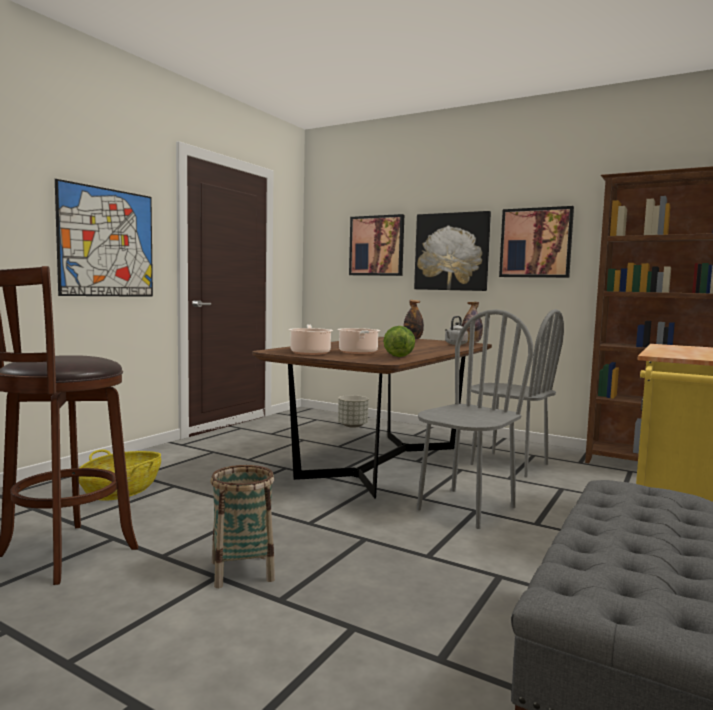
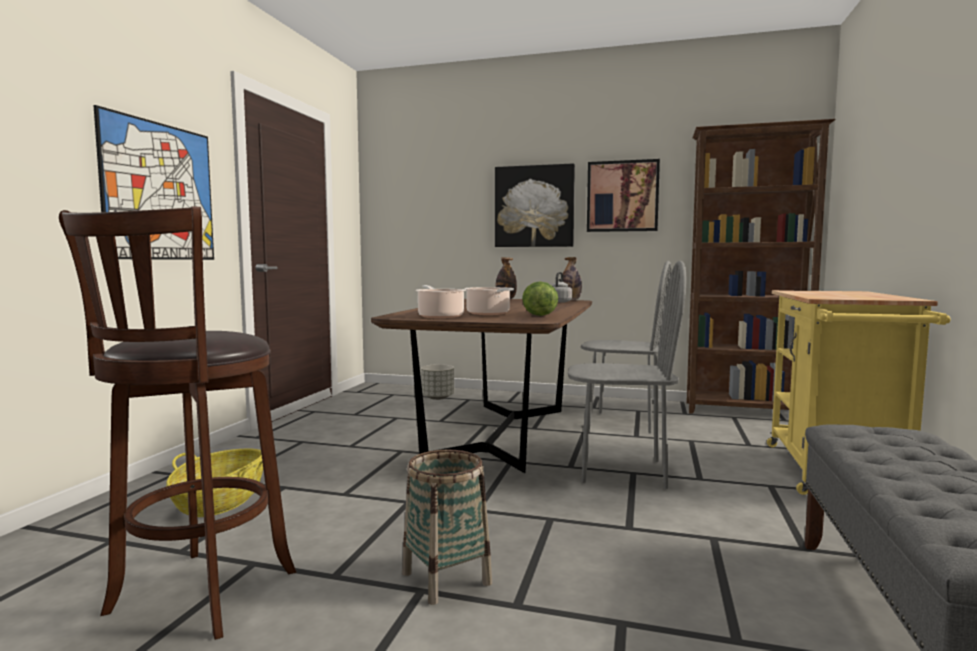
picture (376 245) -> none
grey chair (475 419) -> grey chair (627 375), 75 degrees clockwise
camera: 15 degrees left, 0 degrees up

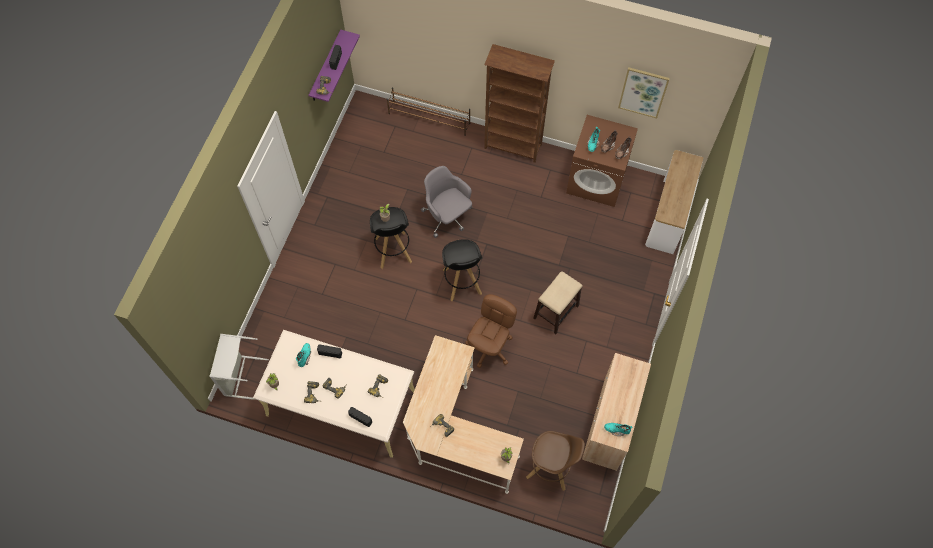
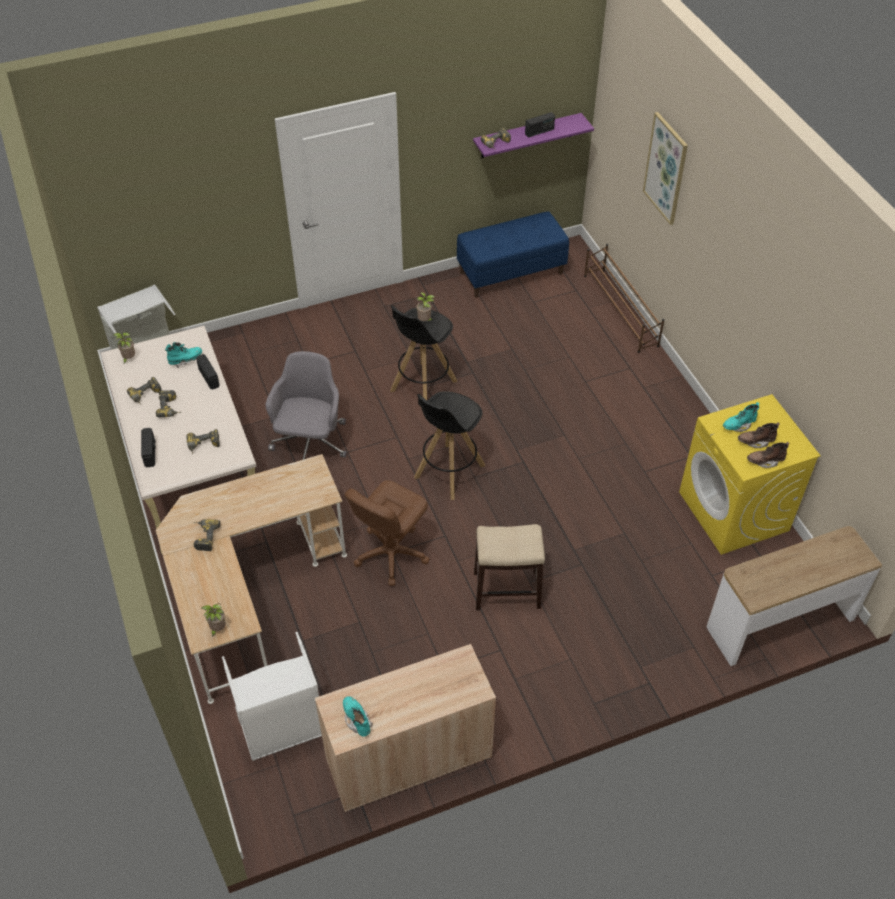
grey office chair (447 202) -> grey office chair (306 405), moved
brown office chair (491 331) -> brown office chair (387 533), 135 degrees clockwise
brown bookcase (519 103) -> none
brown stool (555 461) -> white laundry basket (272 696)
brown washing machine (602 161) -> yellow washing machine (750 474)
picture (644 92) -> picture (665 168), moved
none -> blue bench (513 254)
camera: 50 degrees right, 15 degrees down

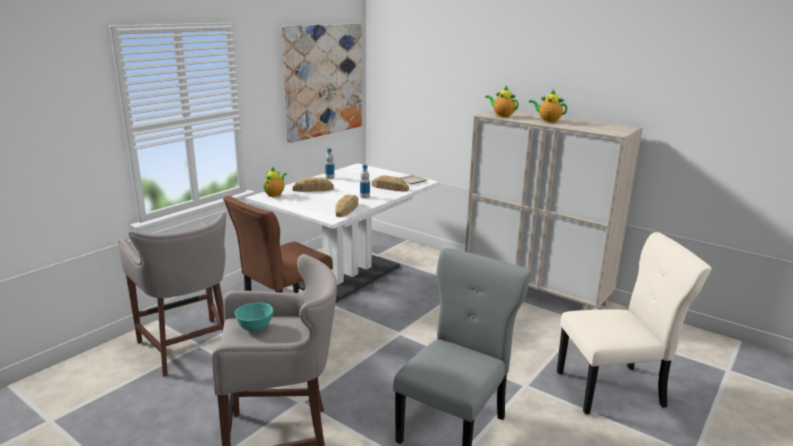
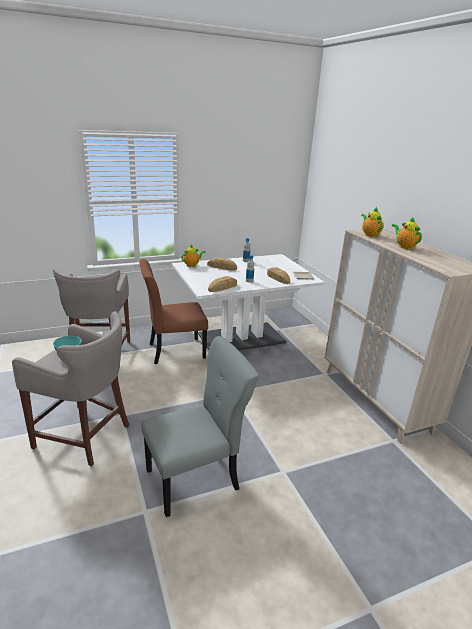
picture (322 83) -> none
beige chair (634 323) -> none
camera: 30 degrees right, 5 degrees up

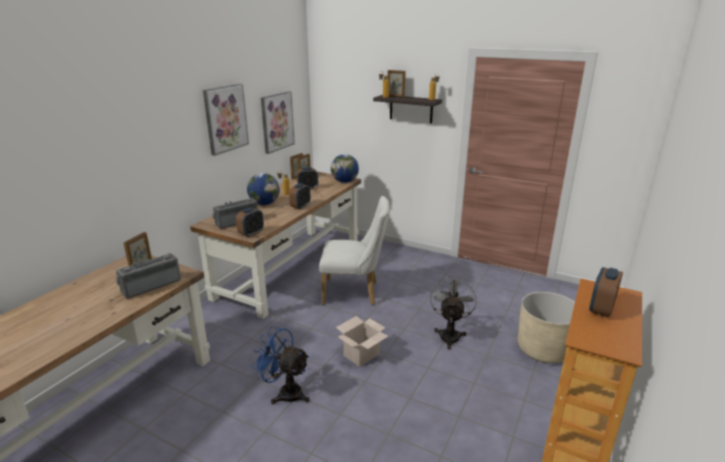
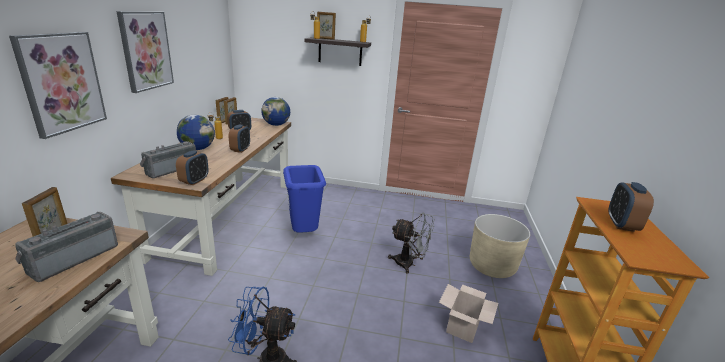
picture (278 123) -> picture (58 85), moved
white chair (354 250) -> blue trash can (304 199)
cardboard box (362 341) -> cardboard box (468 313), moved
grey fan (453 313) -> grey fan (411 243), 120 degrees clockwise
camera: 20 degrees left, 0 degrees up

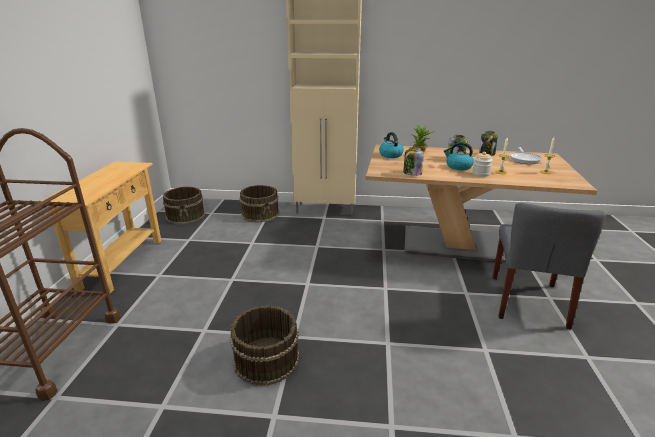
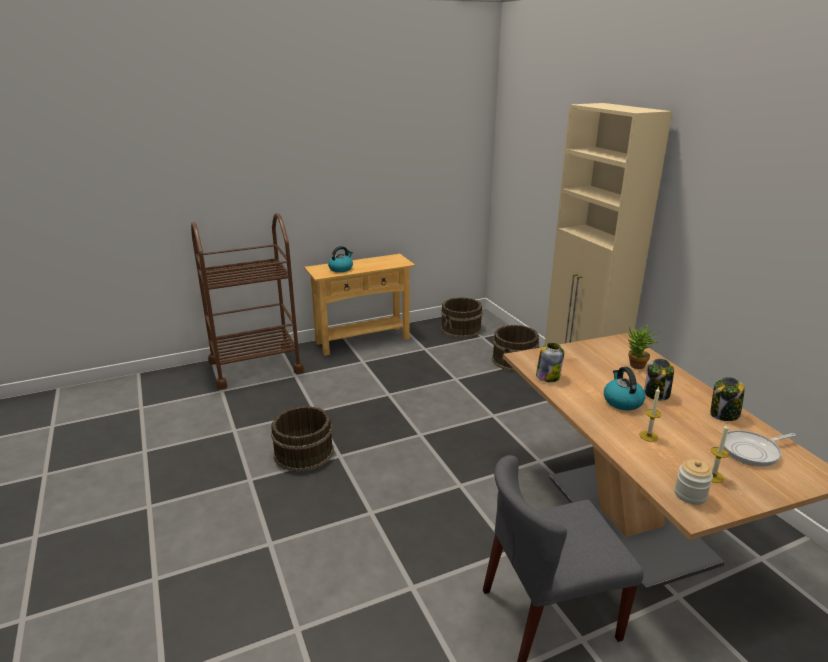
kettle (391 145) -> kettle (340 259), moved
jar (482 164) -> jar (694 482), moved
camera: 60 degrees right, 0 degrees up

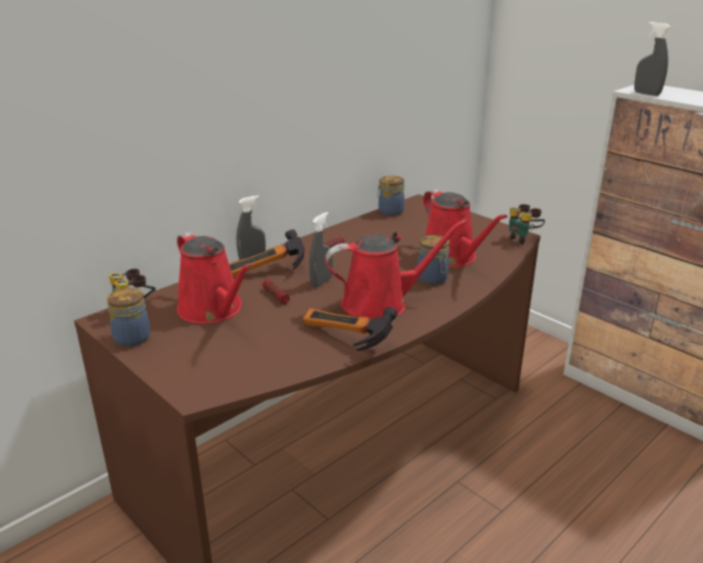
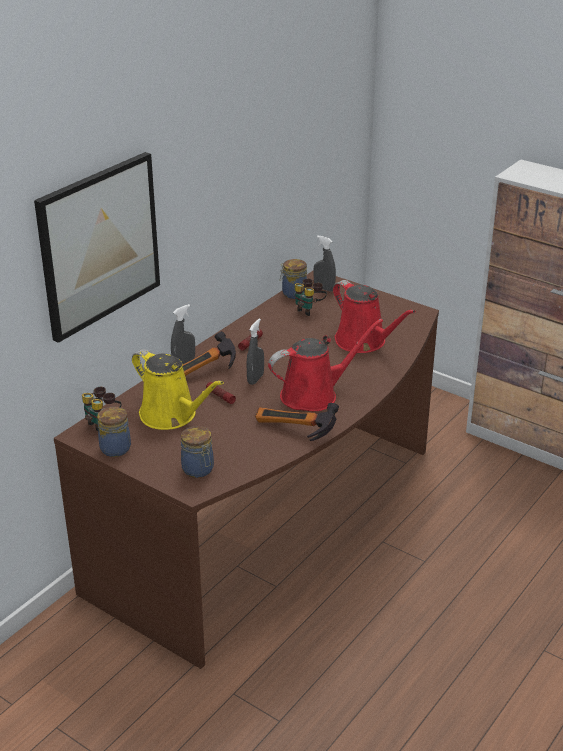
red watering can (215 278) -> yellow watering can (178 389)
jar (433 260) -> jar (197 452), moved
binoculars (527 224) -> binoculars (311 297), moved
grey spray bottle (652 59) -> grey spray bottle (324 263), moved
none -> picture (97 247)
camera: 10 degrees left, 5 degrees up

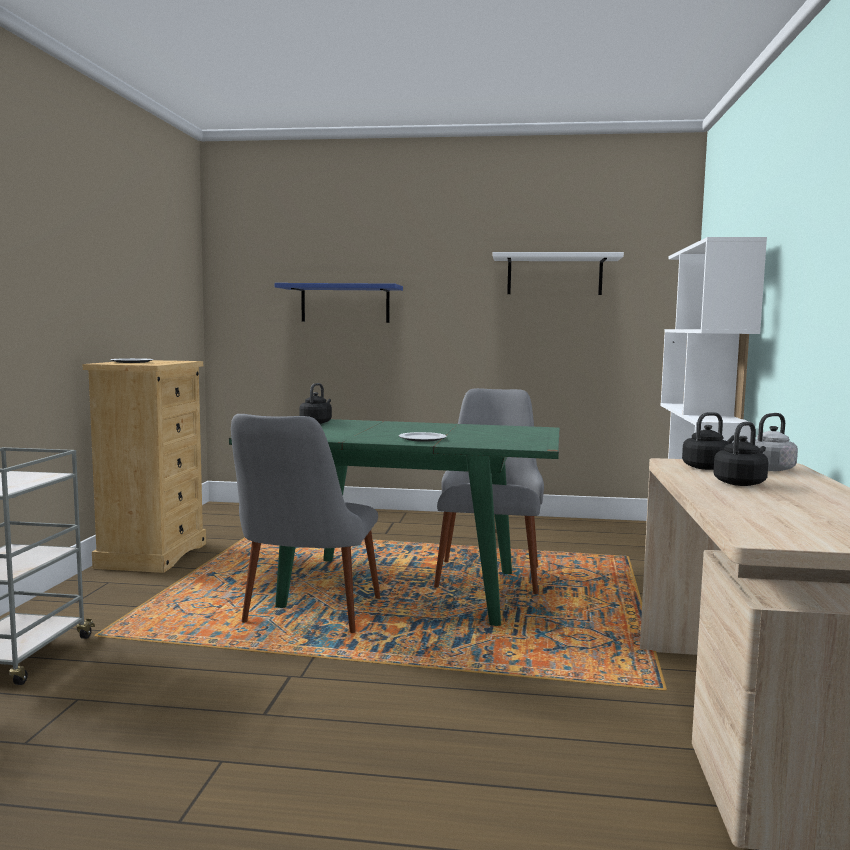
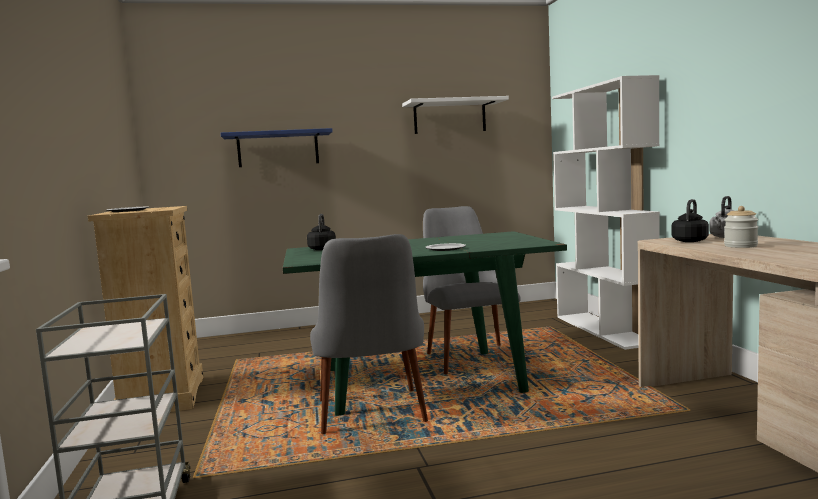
black kettle (740 454) -> jar (741 227)
camera: 20 degrees left, 0 degrees up

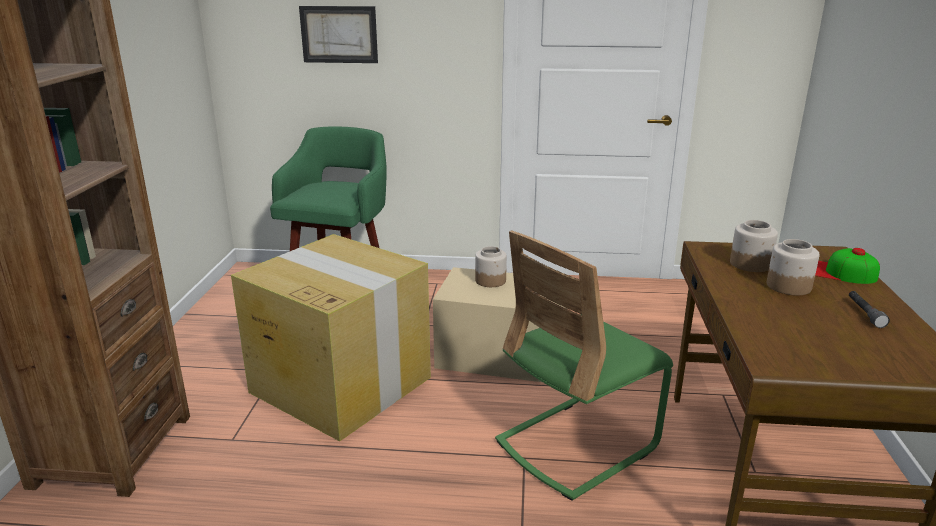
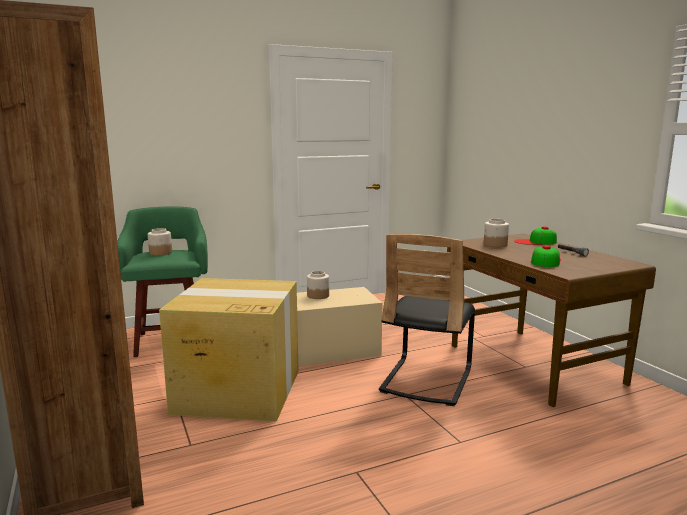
picture (338 34) -> none
green chair (584 366) -> black chair (427 320)
jar (793 267) -> jar (160 241), moved
none -> cap (546 256)
camera: 30 degrees left, 10 degrees down

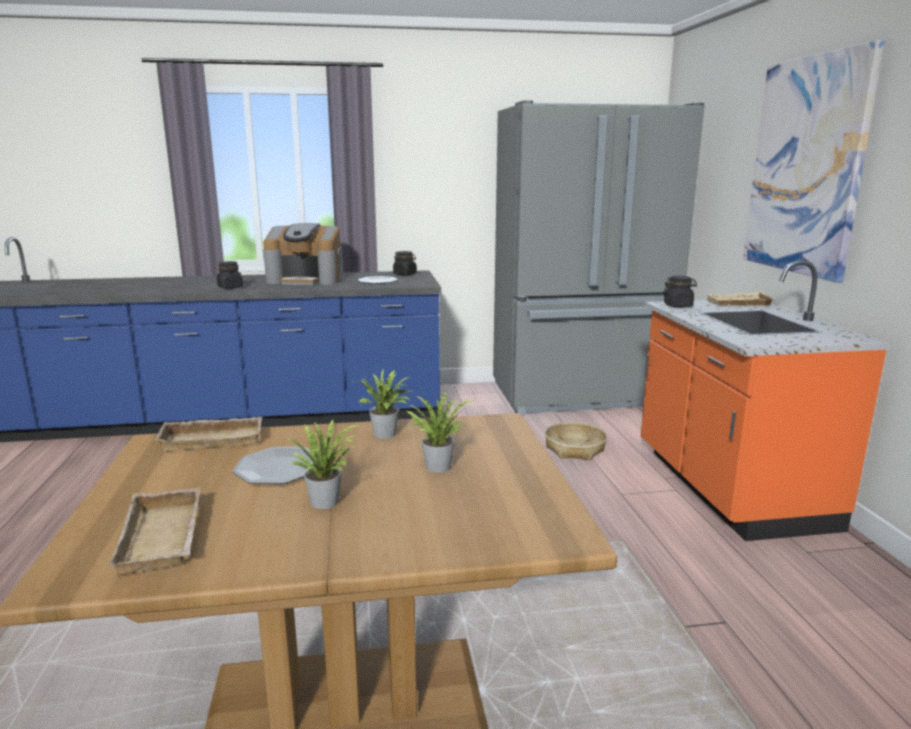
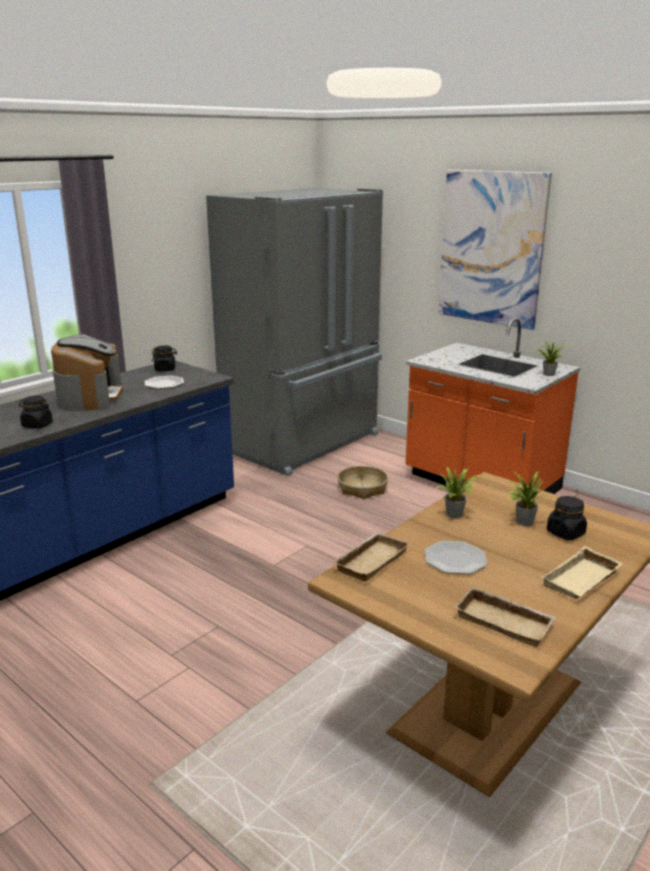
coffee machine (303 254) -> coffee machine (87 372), 60 degrees counterclockwise
potted plant (321 464) -> potted plant (551 358), moved
black jar (680 291) -> black jar (567 518), moved
beige tray (741 299) -> beige tray (582 572), moved
camera: 40 degrees left, 5 degrees up

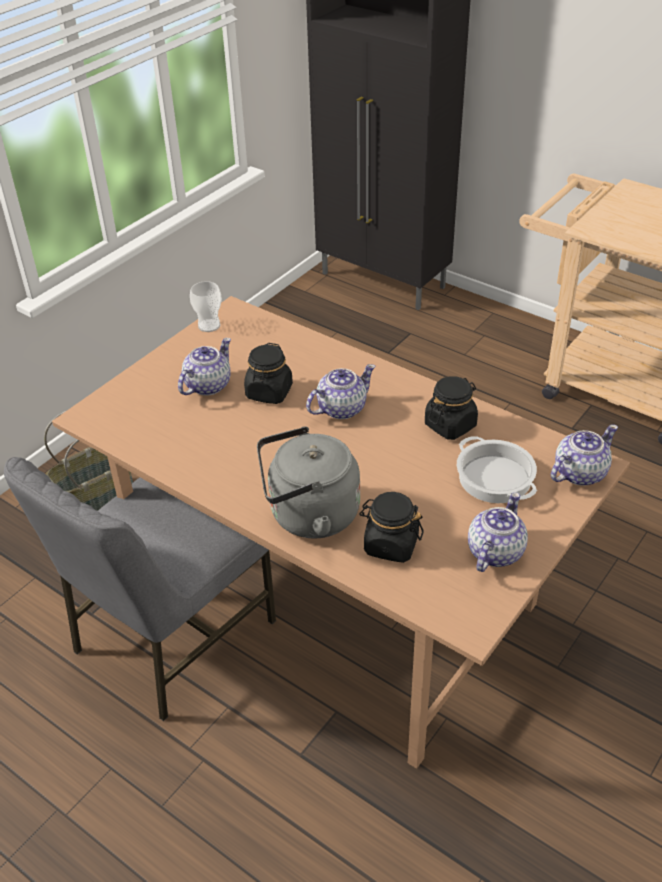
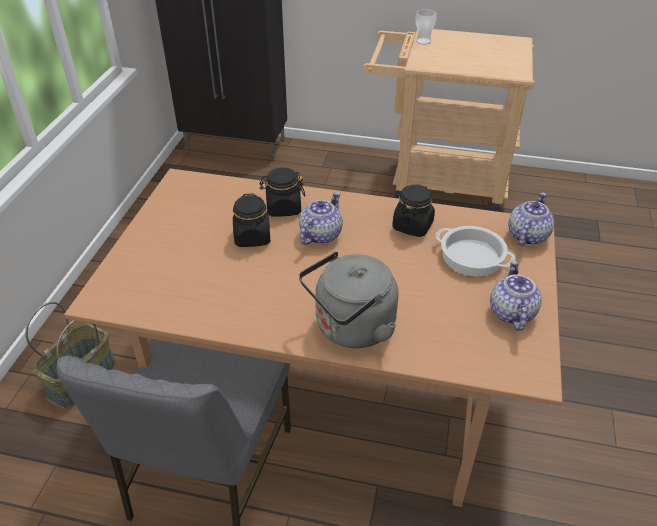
teapot (204 367) -> none
cup (206 306) -> cup (425 27), moved
black jar (391 527) -> black jar (282 192), moved
camera: 25 degrees left, 0 degrees up

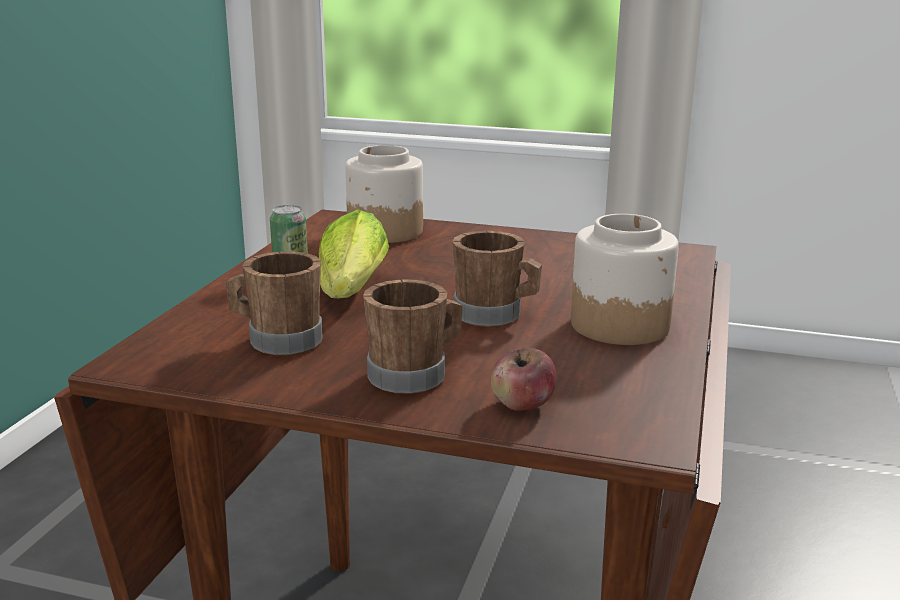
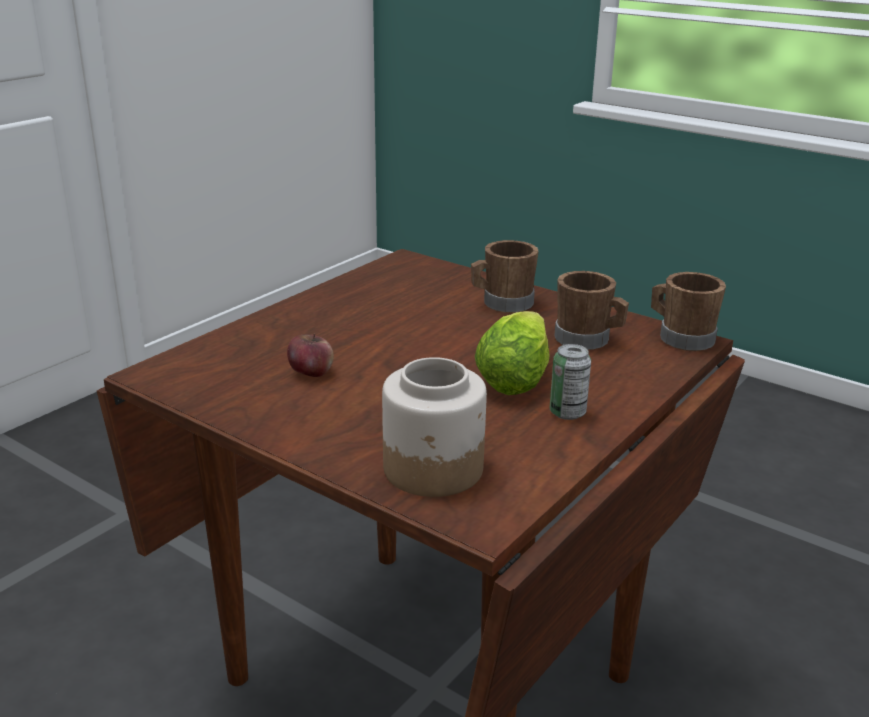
brown mug (497 279) -> brown mug (688 311), moved
apple (523 379) -> apple (310 355), moved
jar (625 279) -> none
camera: 160 degrees left, 5 degrees up

